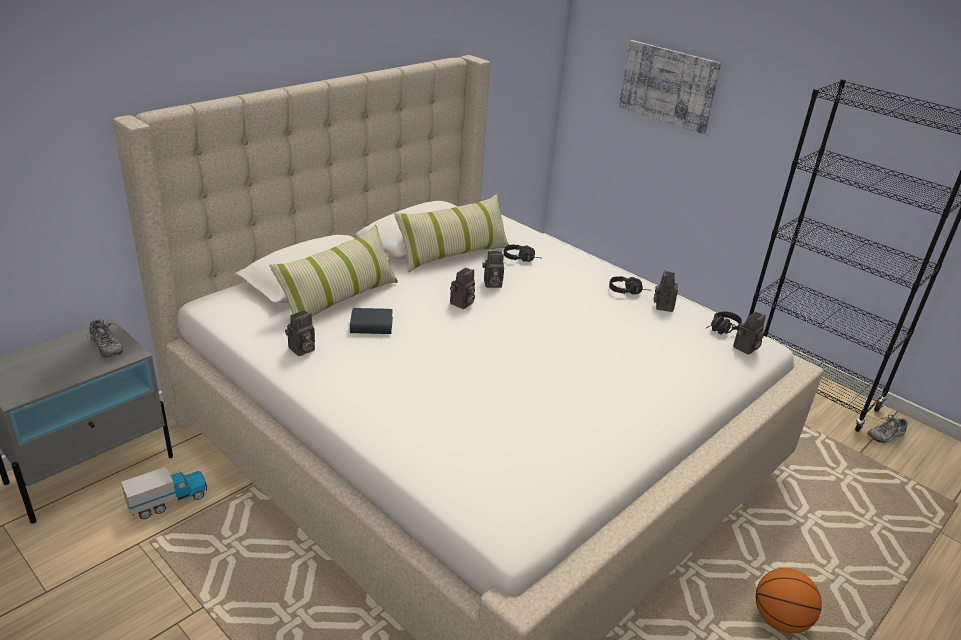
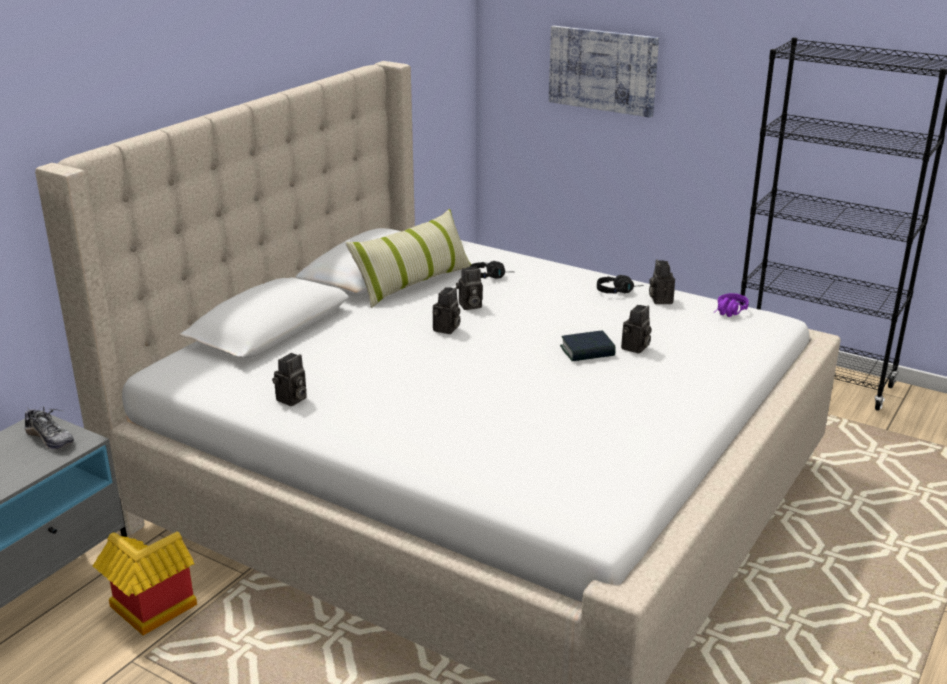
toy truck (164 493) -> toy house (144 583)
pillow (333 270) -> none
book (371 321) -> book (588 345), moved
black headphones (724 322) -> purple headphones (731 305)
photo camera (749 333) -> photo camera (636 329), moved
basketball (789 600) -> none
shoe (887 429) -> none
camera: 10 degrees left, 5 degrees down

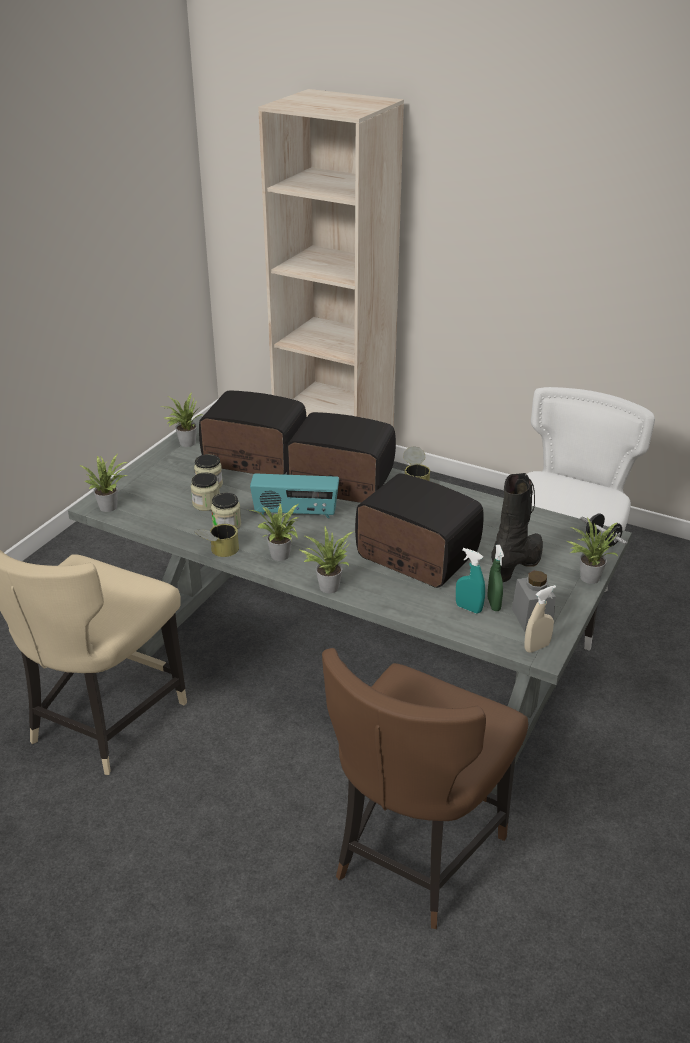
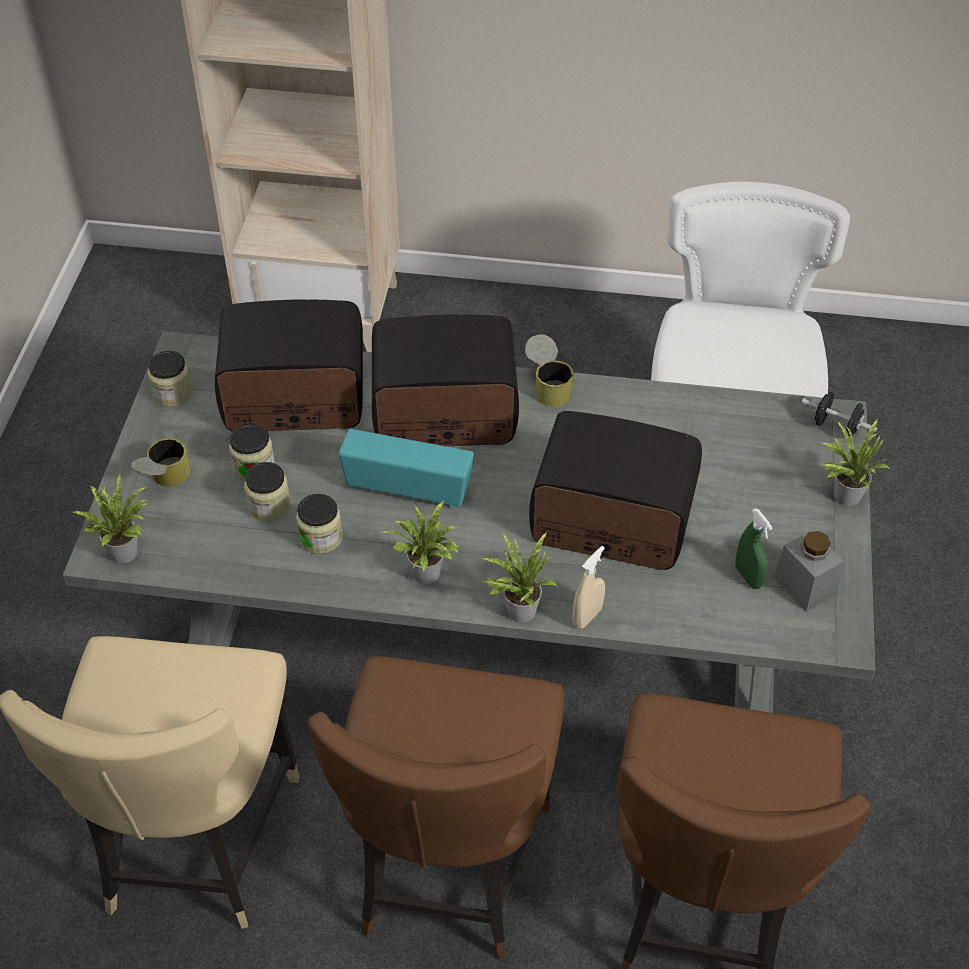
potted plant (182 419) -> jar (170 379)
can (216 540) -> can (161 462), moved
radio (294 495) -> radio (406 468), 150 degrees counterclockwise
turquoise spray bottle (470 581) -> none
black boot (517 527) -> none
beige spray bottle (540 619) -> beige spray bottle (588 587), moved
none -> brown chair (435 808)
camera: 20 degrees left, 15 degrees up

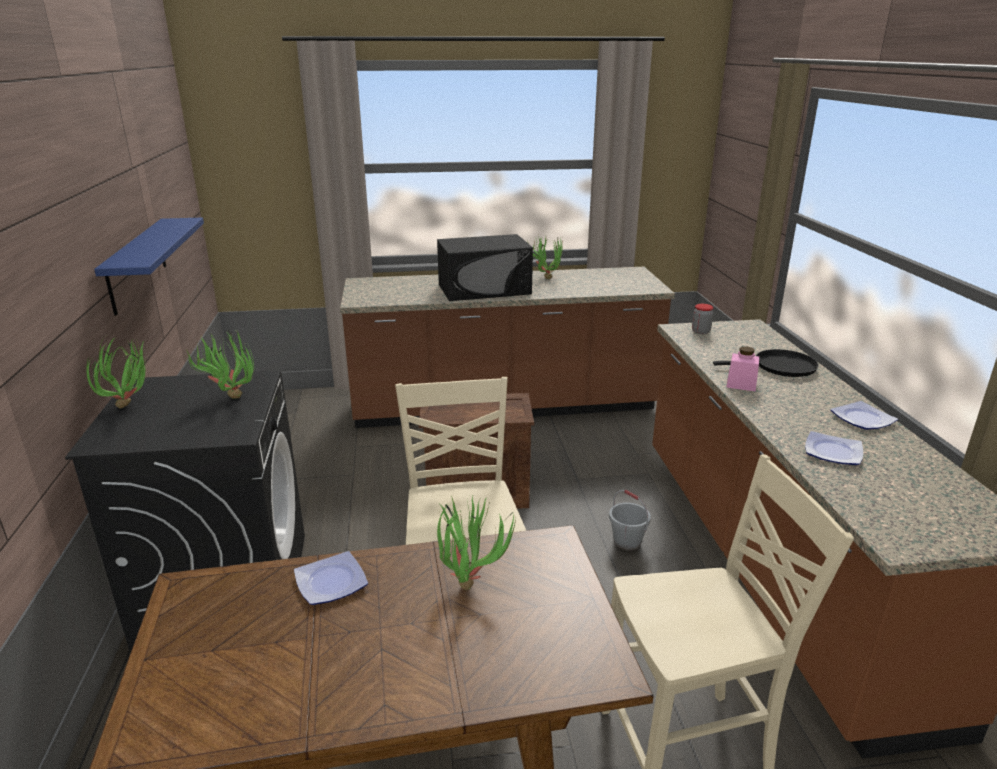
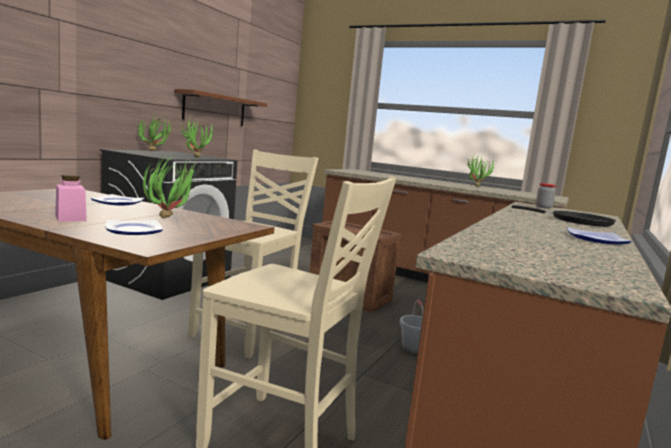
blue shelf (149 267) -> brown shelf (221 107)
black microwave (485 267) -> none
pink jar (742 369) -> pink jar (71 198), moved
plate (834 448) -> plate (134 227), moved
camera: 35 degrees right, 15 degrees down

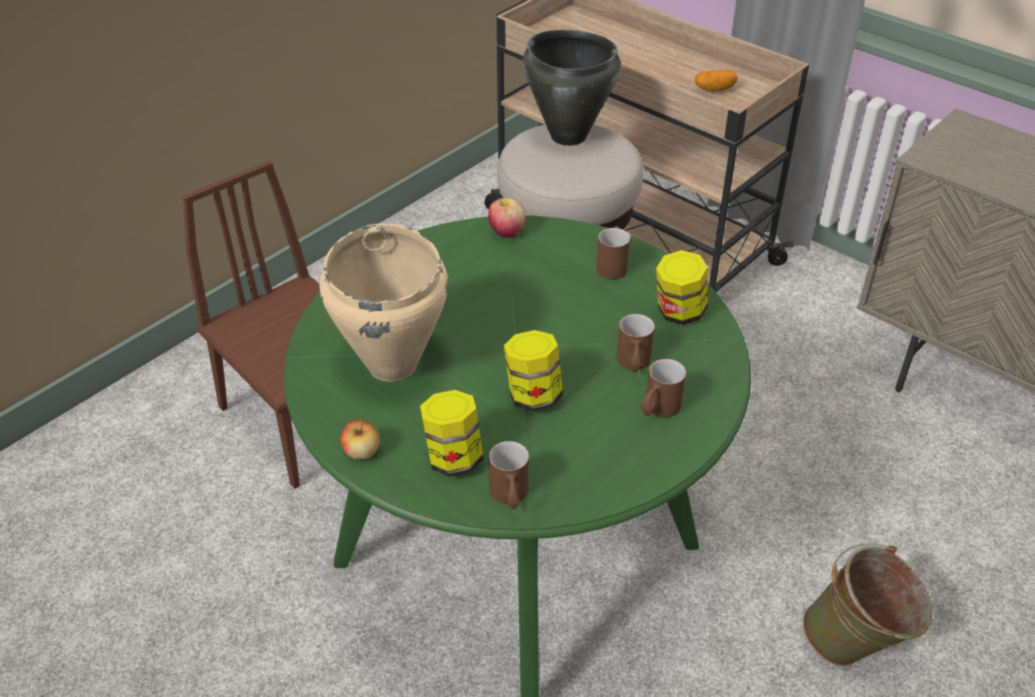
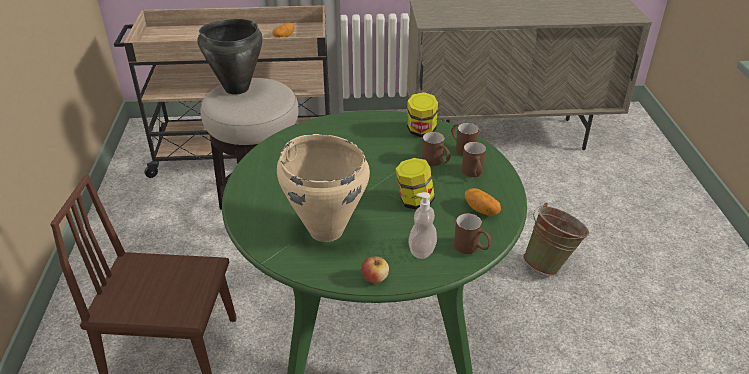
jar (452 433) -> soap dispenser (422 225)
apple (506 218) -> none
brown mug (613 252) -> brown mug (465 139), moved
none -> potato (483 202)
camera: 45 degrees left, 5 degrees down

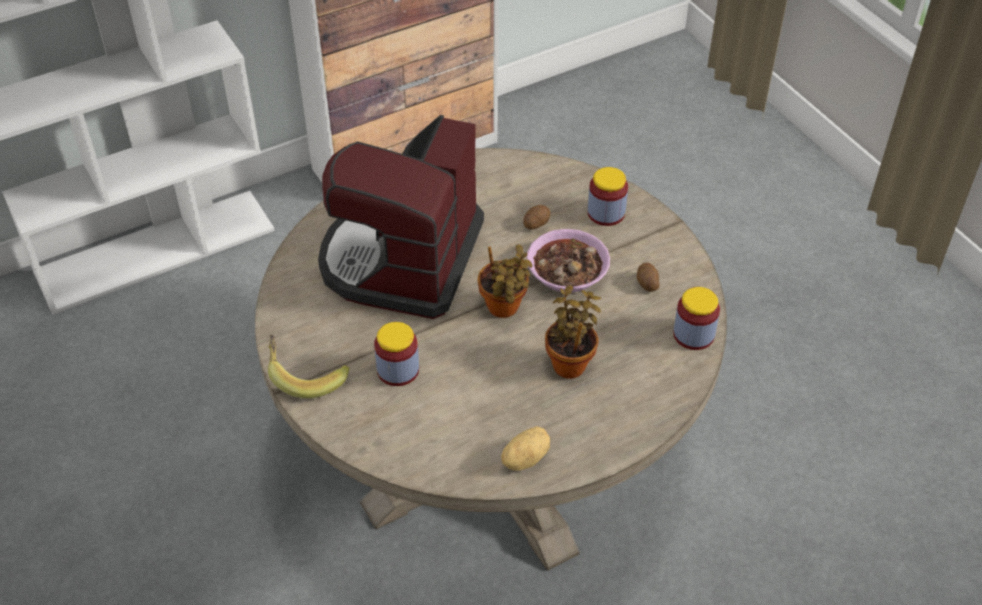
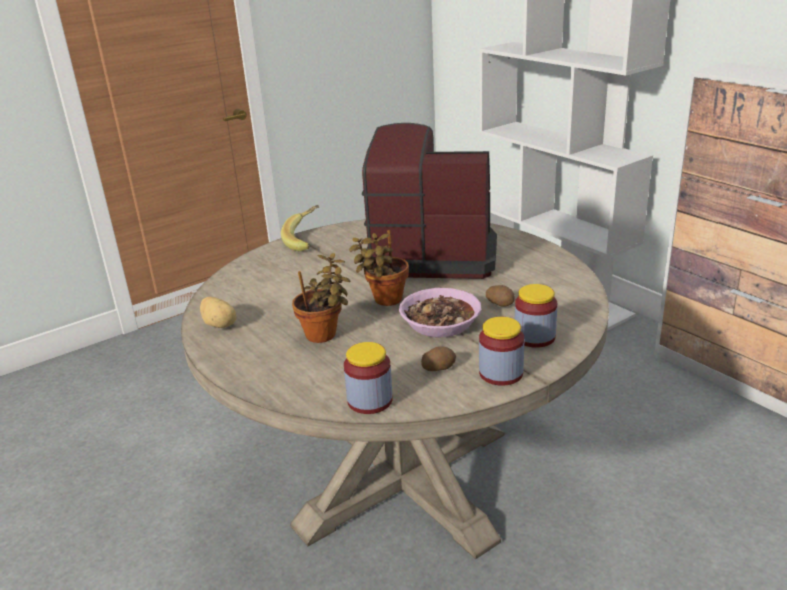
jar (396 354) -> jar (501 351), moved
camera: 85 degrees right, 20 degrees down

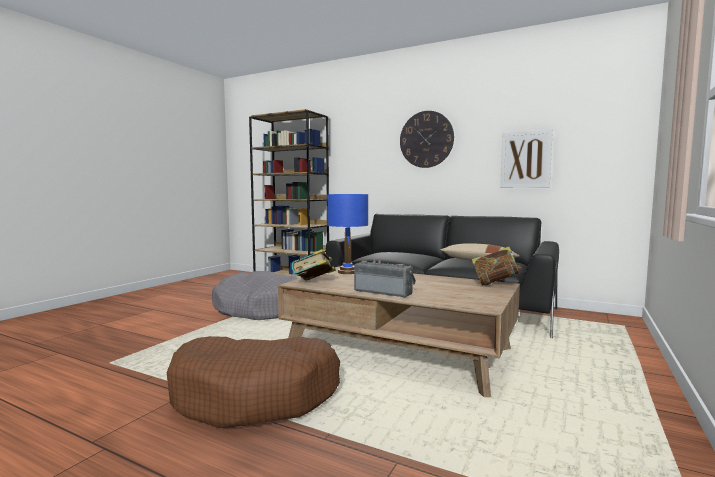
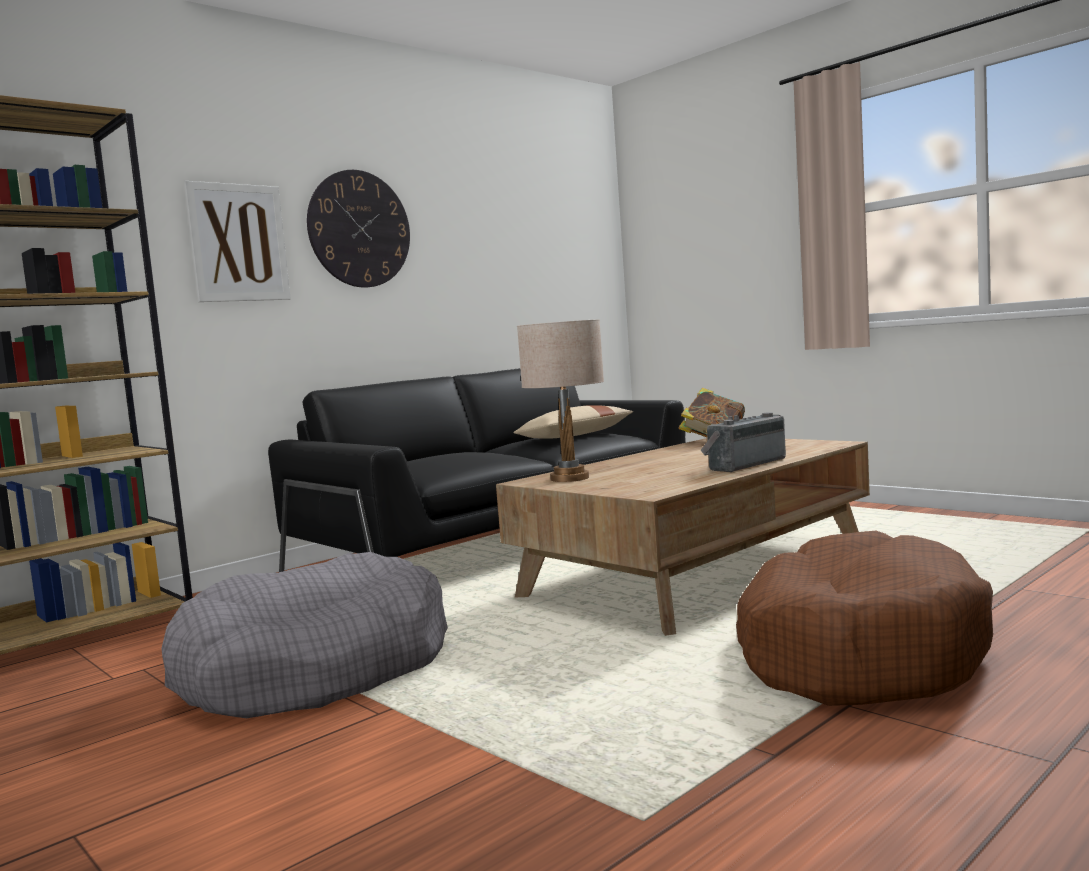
book (314 264) -> none
blue table lamp (347 234) -> beige table lamp (560 400)
picture (526 158) -> picture (237 241), moved
camera: 70 degrees left, 0 degrees up

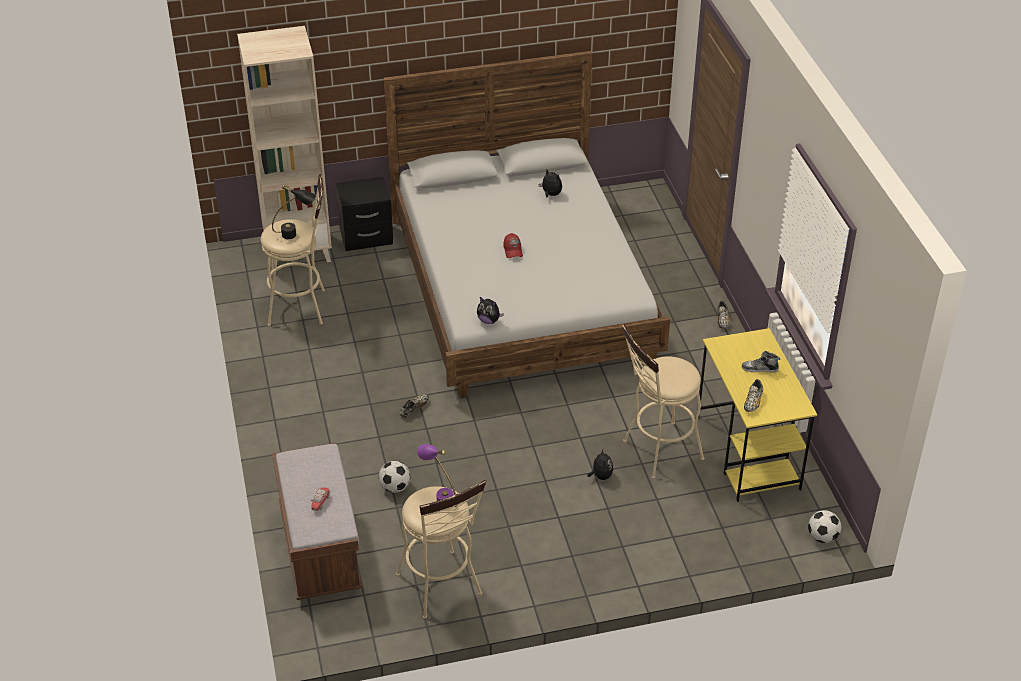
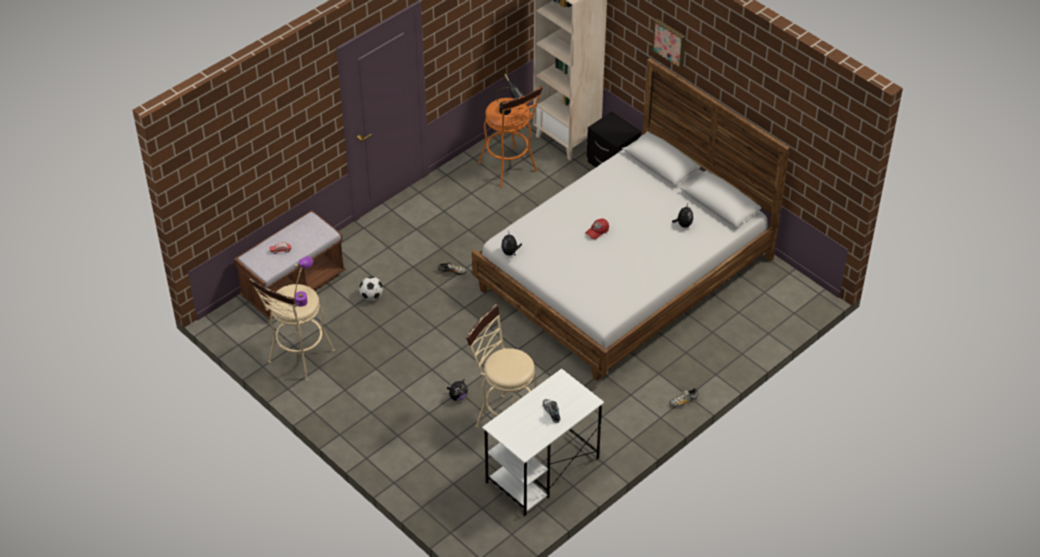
beige stool (293 250) -> orange stool (510 137)
yellow desk (757 415) -> white desk (543 442)
shoe (753 395) -> none
football (824 526) -> none
none -> picture (669 43)
camera: 60 degrees right, 5 degrees up

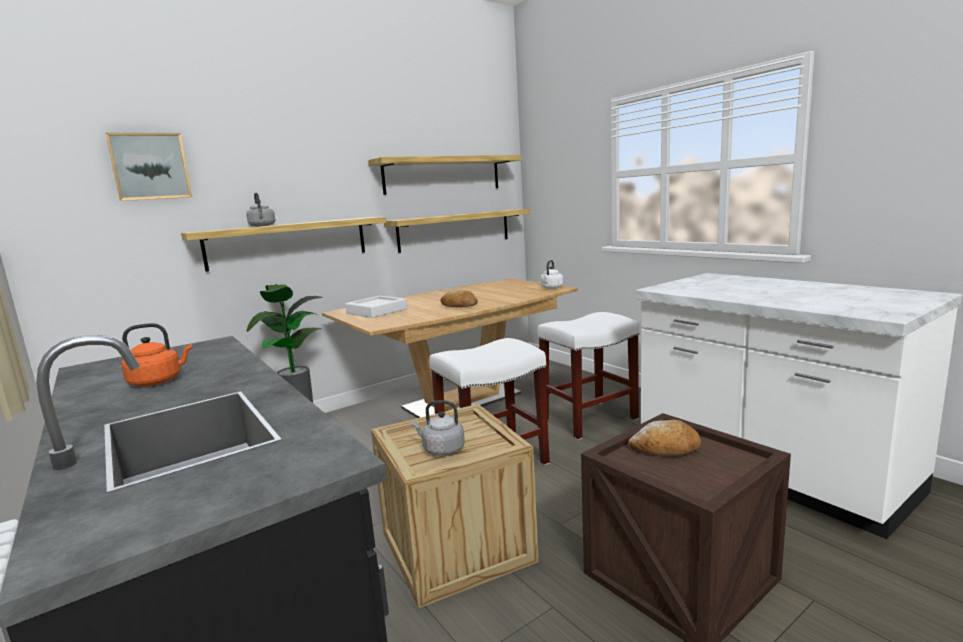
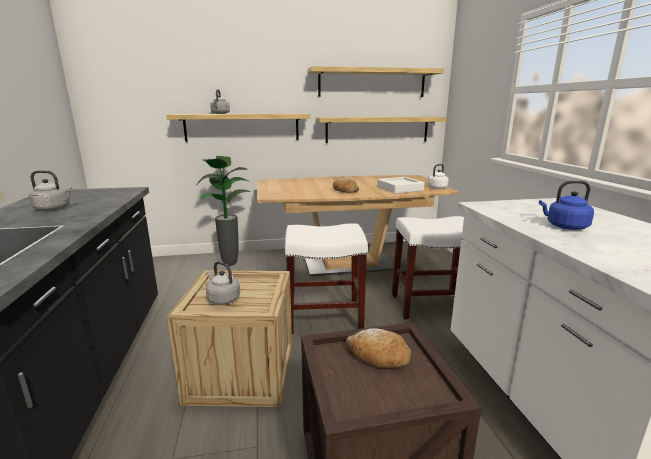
picture (148 166) -> none
orange kettle (156 354) -> grey kettle (50 190)
white tray (376 307) -> white tray (401 185), moved
none -> blue kettle (566 205)
camera: 25 degrees right, 5 degrees up

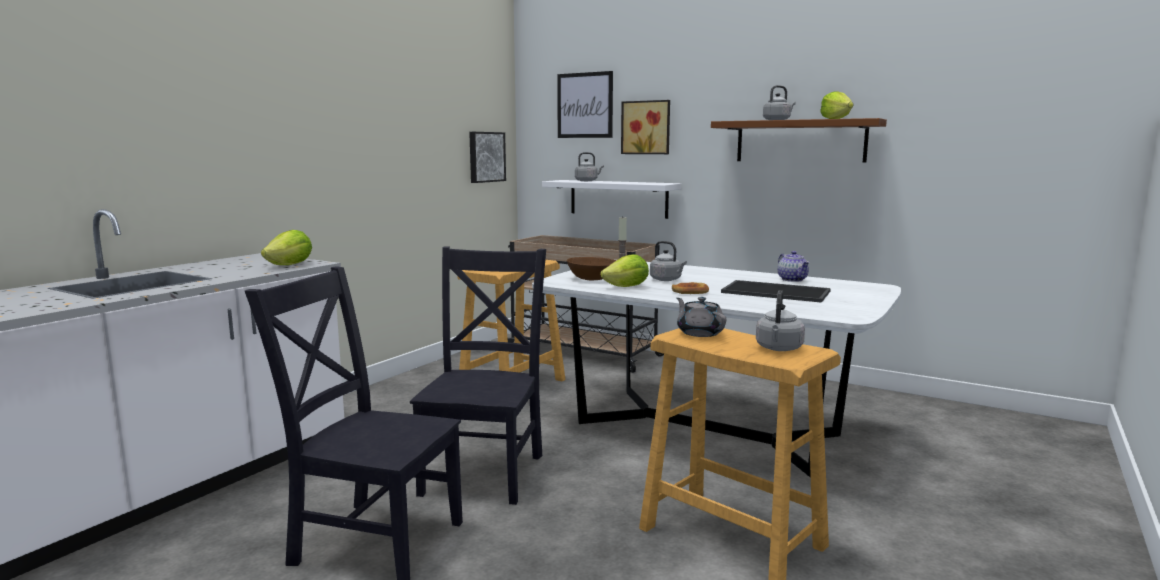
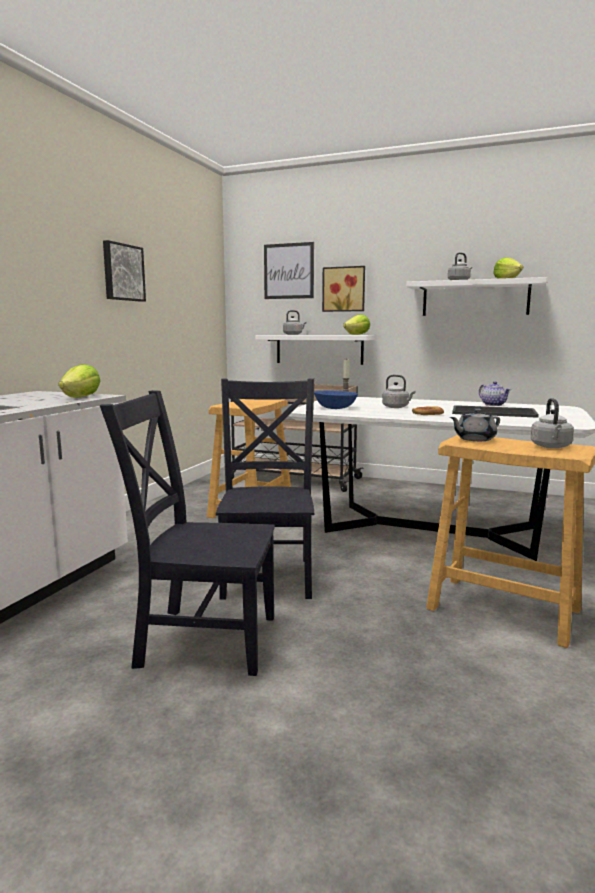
picture (487 157) -> picture (124 271), moved
brown bowl (591 268) -> blue bowl (336 400)
lettuce (624 270) -> lettuce (356 325), moved
grey teapot (701 317) -> grey teapot (475 424), 75 degrees counterclockwise
brown shelf (799 140) -> white shelf (476 296)
camera: 10 degrees left, 0 degrees up

